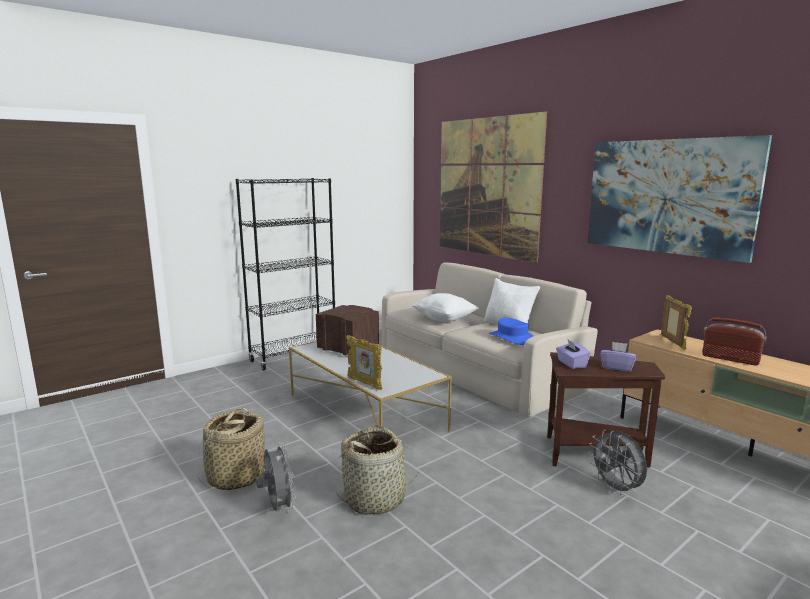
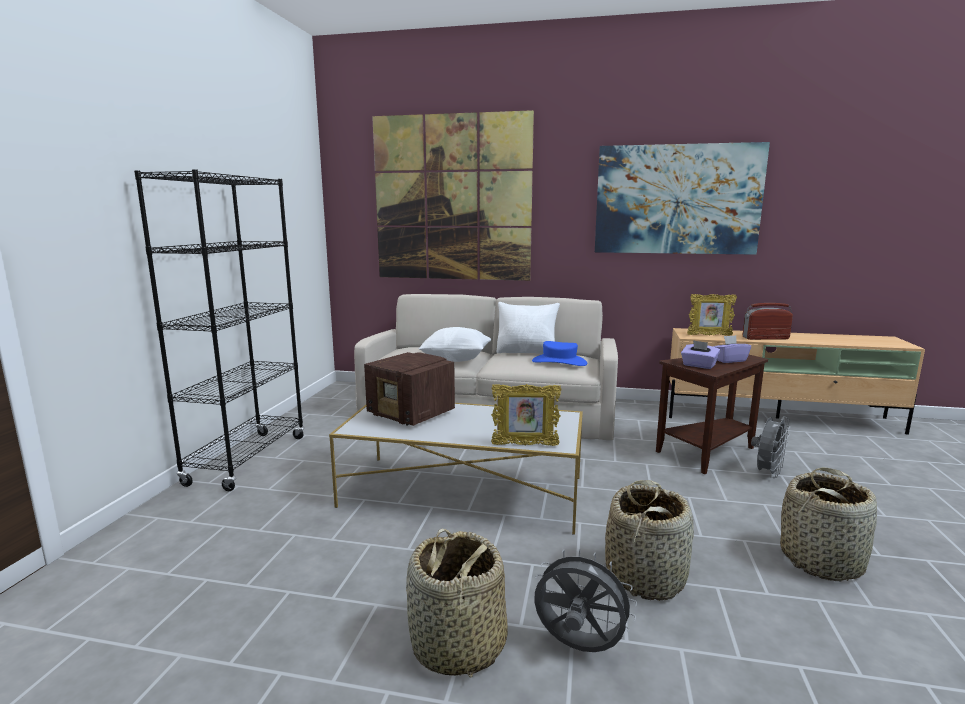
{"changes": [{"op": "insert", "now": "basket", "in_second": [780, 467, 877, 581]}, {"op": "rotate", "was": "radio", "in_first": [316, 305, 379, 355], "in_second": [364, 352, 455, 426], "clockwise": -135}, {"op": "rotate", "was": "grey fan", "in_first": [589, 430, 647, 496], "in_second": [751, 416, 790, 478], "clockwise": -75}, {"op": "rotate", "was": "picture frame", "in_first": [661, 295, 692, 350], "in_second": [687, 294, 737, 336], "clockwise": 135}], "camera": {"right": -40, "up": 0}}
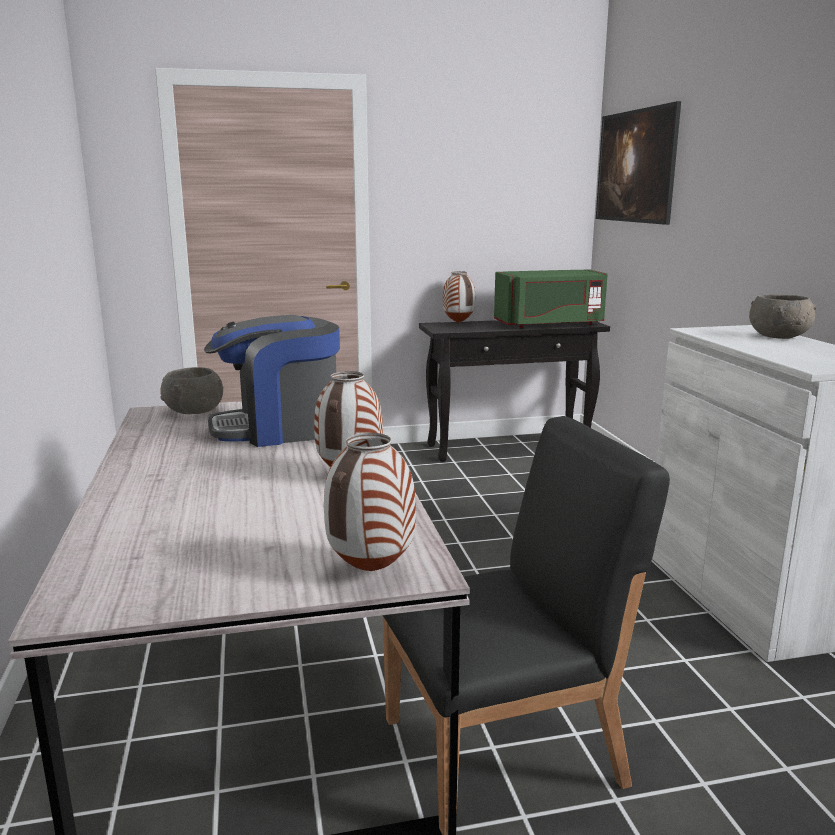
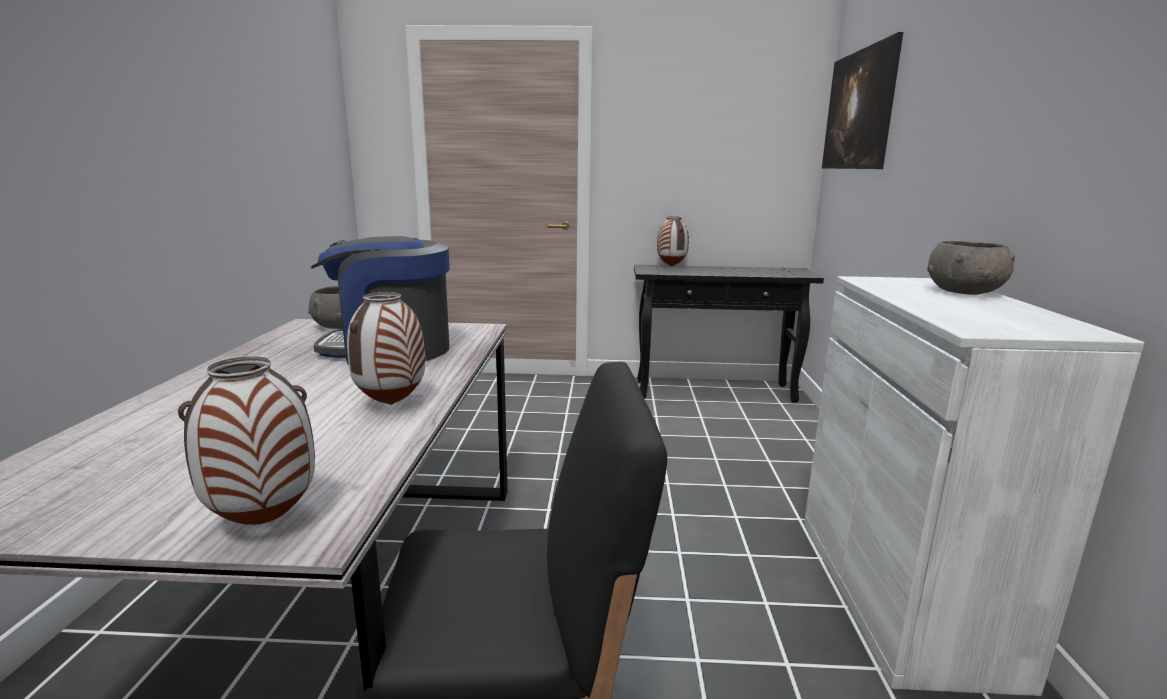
{"changes": [{"op": "delete", "was": "green microwave", "in_first": [494, 269, 608, 328]}], "camera": {"right": 15, "up": 0}}
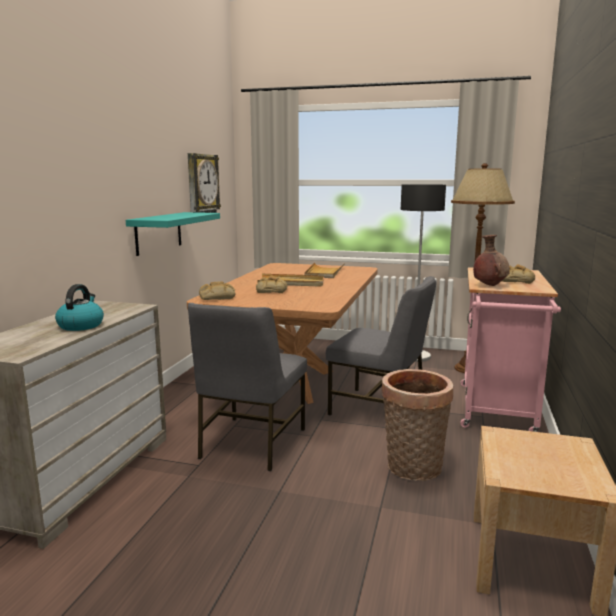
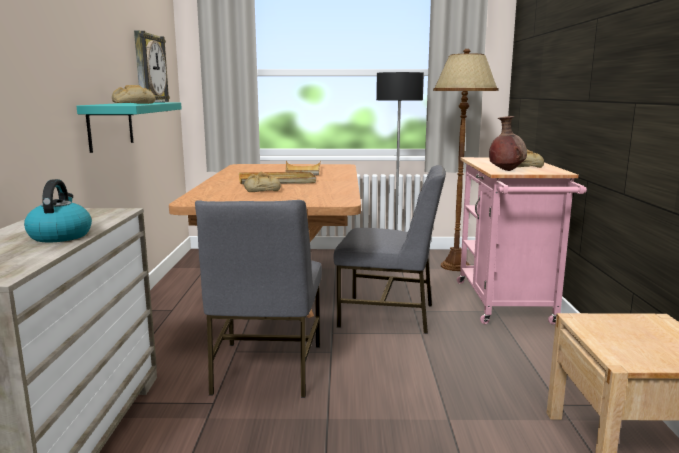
{"changes": [{"op": "delete", "was": "basket", "in_first": [382, 369, 453, 481]}, {"op": "move", "was": "bread", "in_first": [199, 281, 235, 300], "in_second": [112, 85, 156, 104]}], "camera": {"right": -15, "up": 0}}
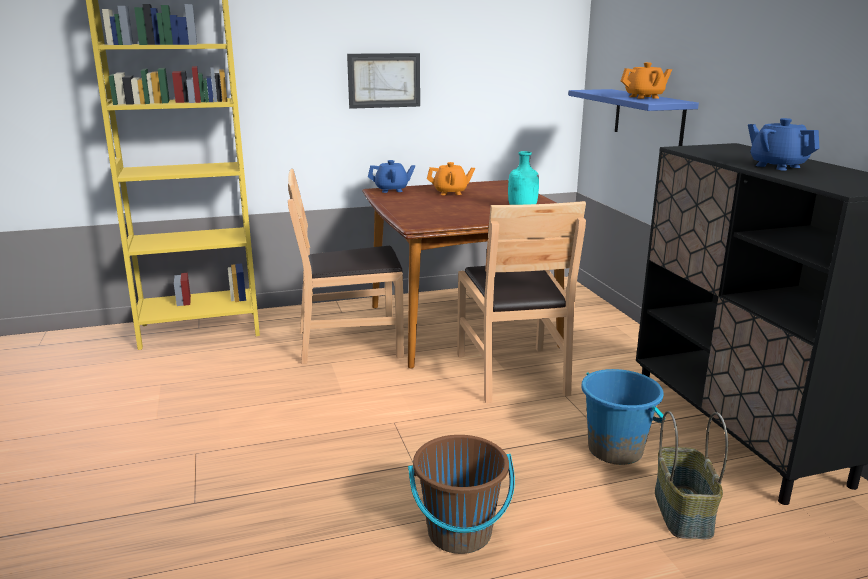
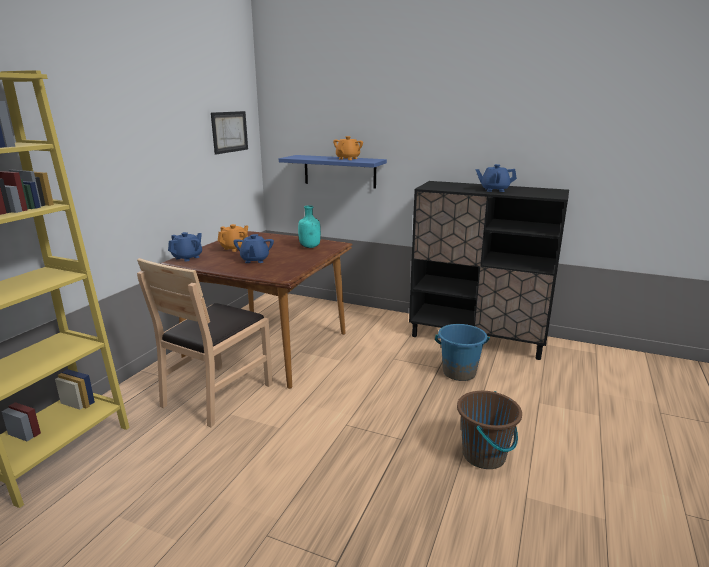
{"changes": [{"op": "delete", "was": "brown chair", "in_first": [457, 201, 586, 403]}, {"op": "delete", "was": "basket", "in_first": [655, 411, 728, 539]}, {"op": "insert", "now": "blue teapot", "in_second": [233, 234, 274, 263]}, {"op": "move", "was": "picture", "in_first": [347, 53, 420, 109], "in_second": [211, 111, 248, 154]}], "camera": {"right": -50, "up": 0}}
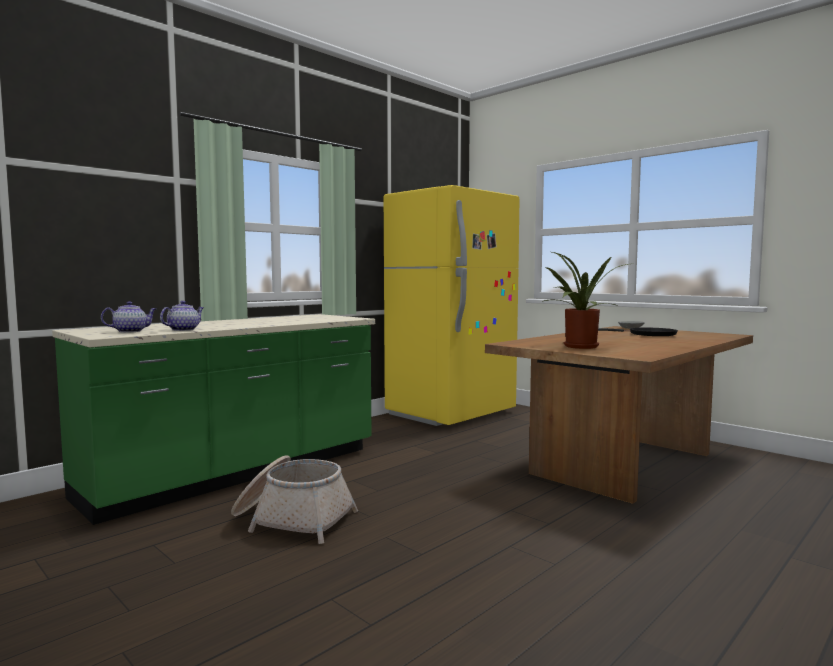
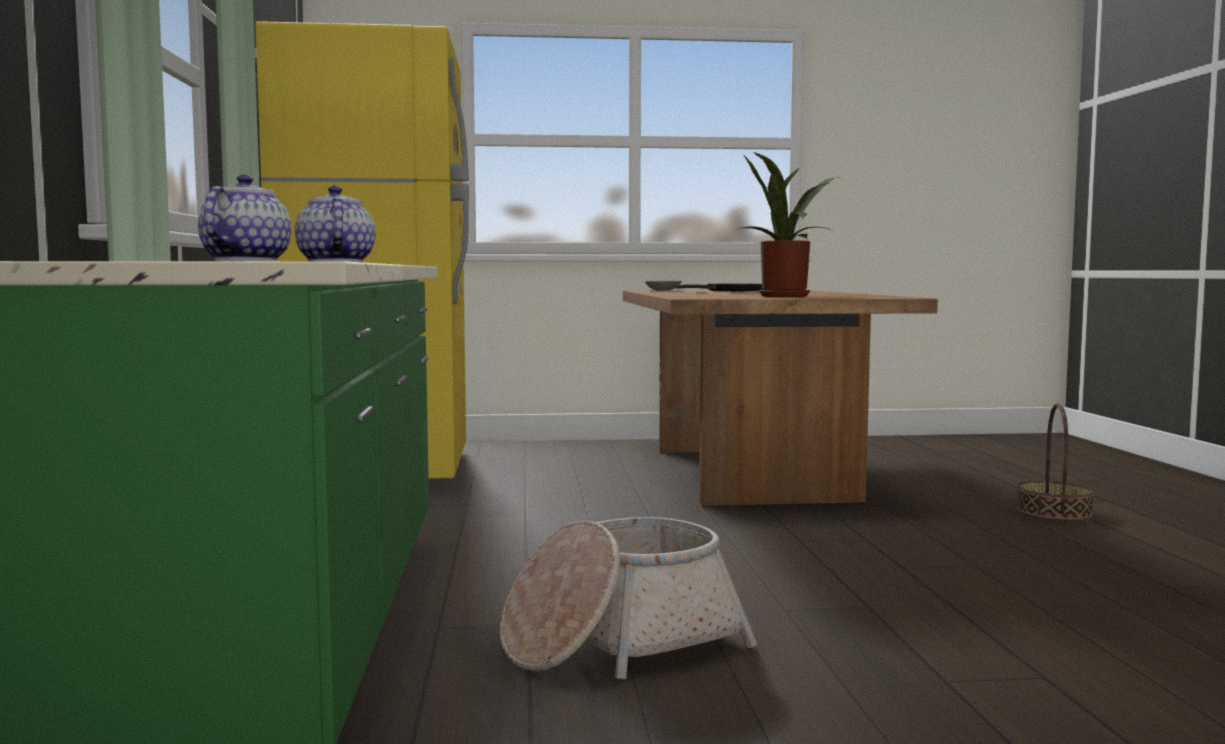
{"changes": [{"op": "insert", "now": "basket", "in_second": [1016, 403, 1094, 521]}], "camera": {"right": -50, "up": 0}}
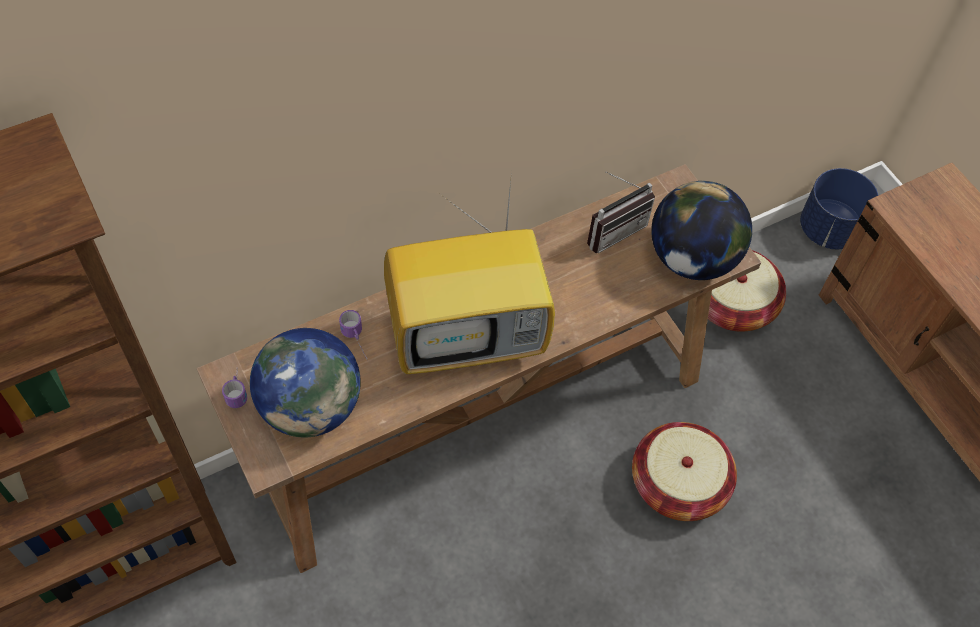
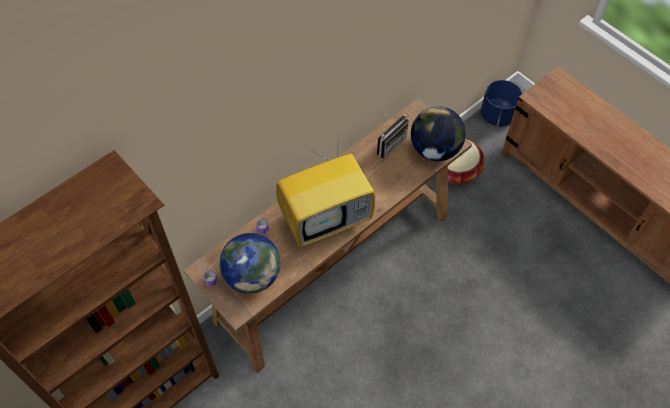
{"changes": [{"op": "delete", "was": "basket", "in_first": [632, 422, 737, 521]}], "camera": {"right": -10, "up": 0}}
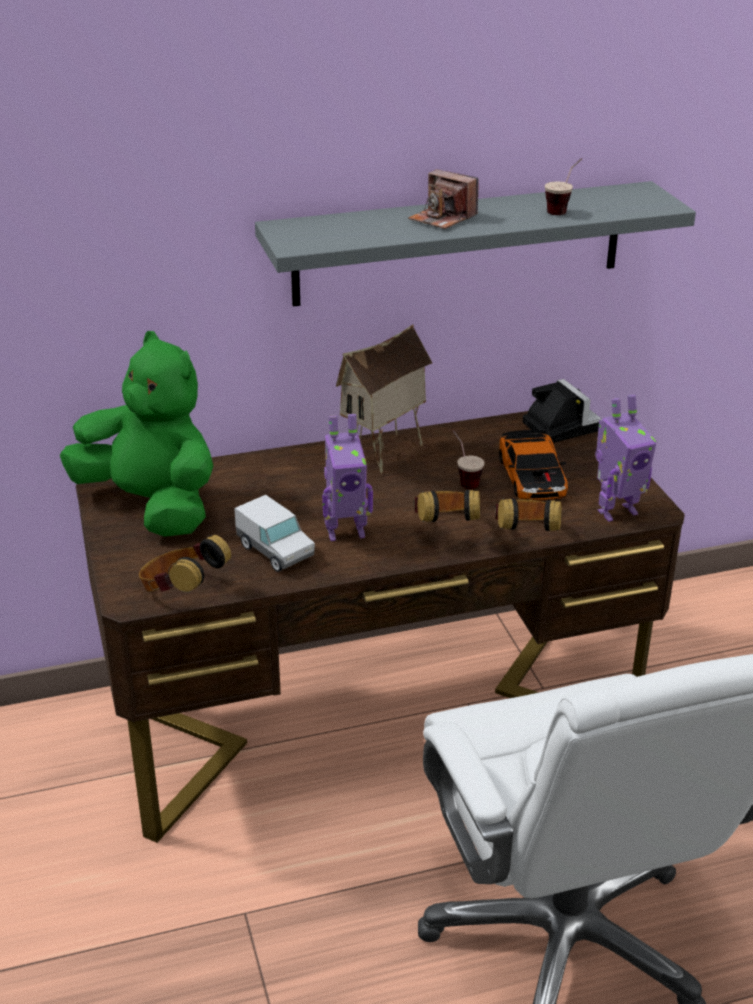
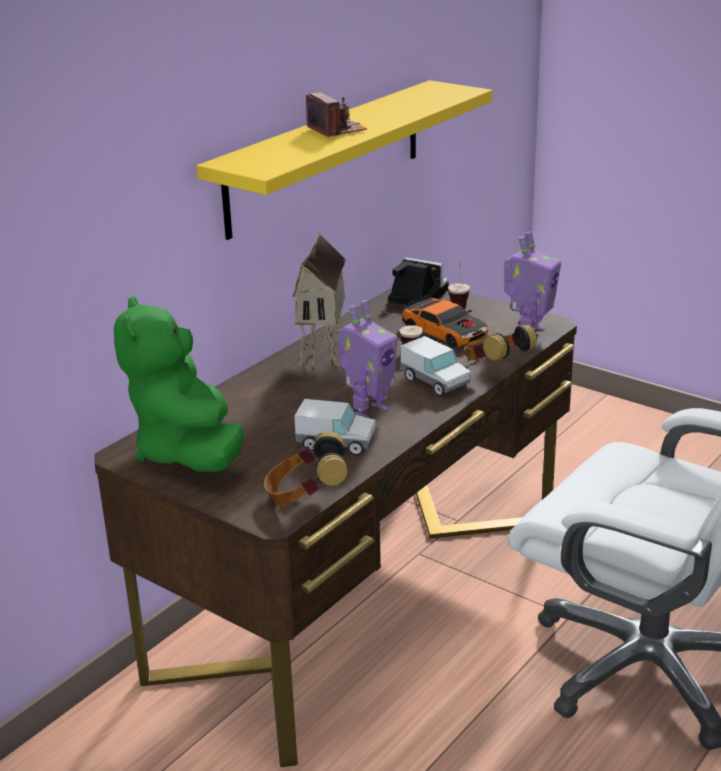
{"changes": [{"op": "move", "was": "cup", "in_first": [545, 158, 582, 215], "in_second": [448, 262, 470, 309]}, {"op": "replace", "was": "headphones", "now": "toy truck", "in_first": [413, 489, 480, 522], "in_second": [401, 336, 471, 396]}, {"op": "recolor", "was": "grey shelf", "now": "yellow shelf", "in_first": [255, 181, 696, 306], "in_second": [196, 80, 493, 240]}, {"op": "rotate", "was": "green plush toy", "in_first": [60, 331, 213, 537], "in_second": [114, 296, 244, 472], "clockwise": -105}, {"op": "rotate", "was": "photo camera", "in_first": [408, 169, 479, 229], "in_second": [306, 92, 367, 137], "clockwise": -120}], "camera": {"right": -35, "up": -5}}
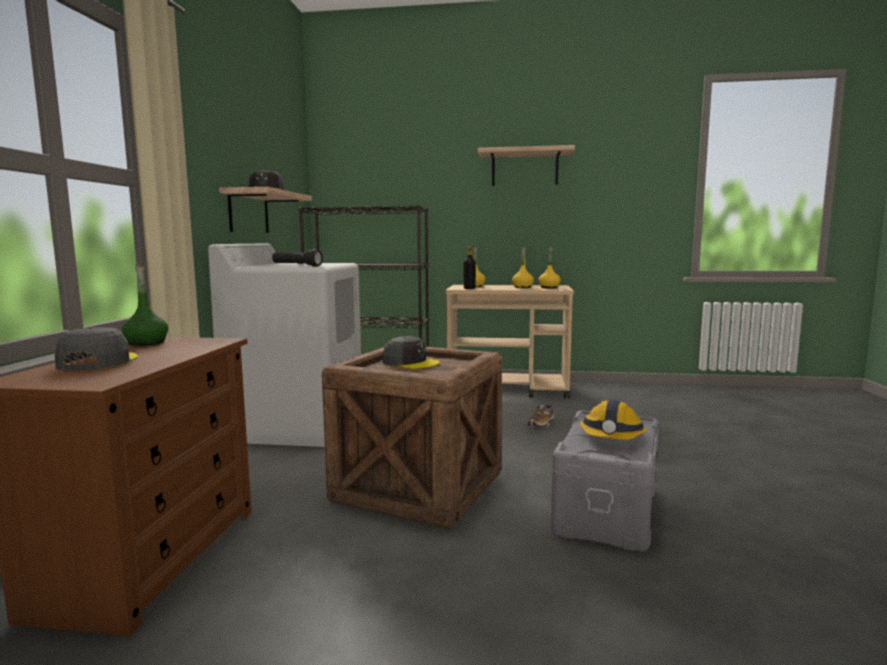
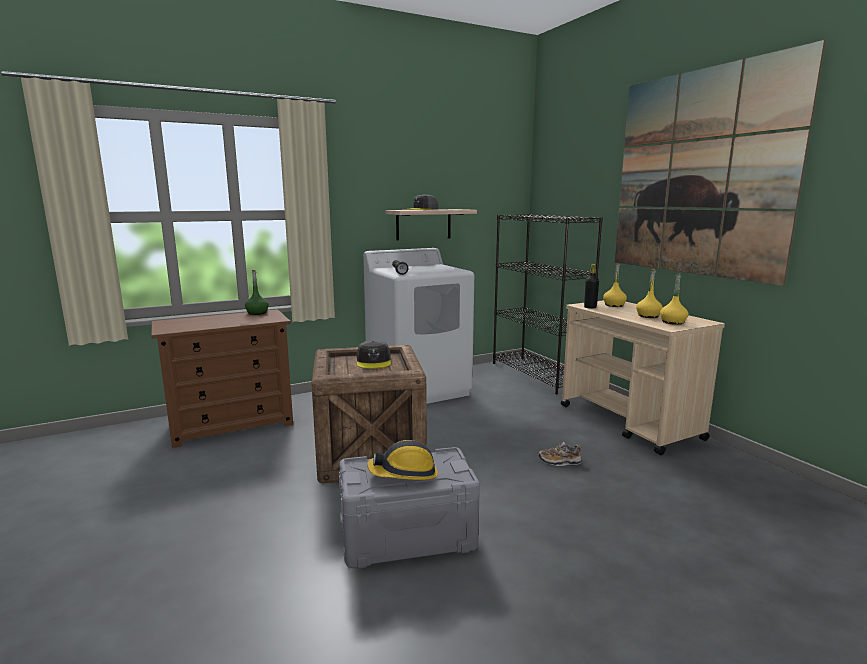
{"changes": [{"op": "delete", "was": "grey cap", "in_first": [55, 327, 138, 371]}, {"op": "replace", "was": "shelf", "now": "picture", "in_first": [478, 145, 575, 186], "in_second": [614, 40, 826, 286]}], "camera": {"right": 55, "up": 5}}
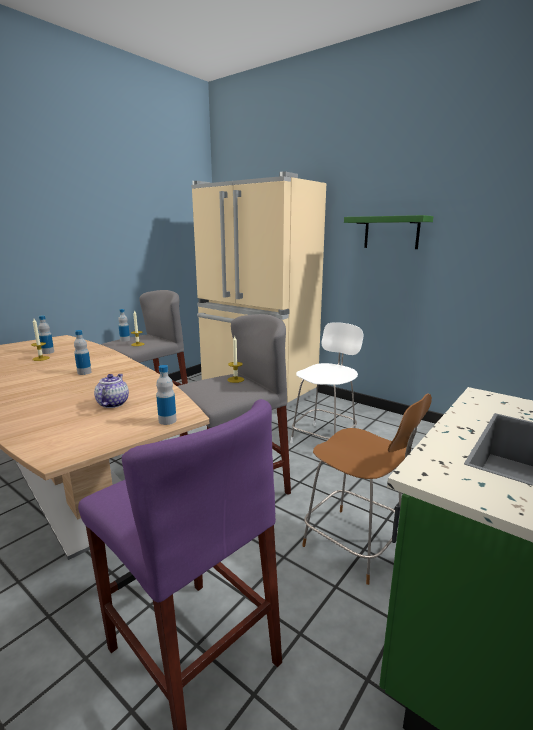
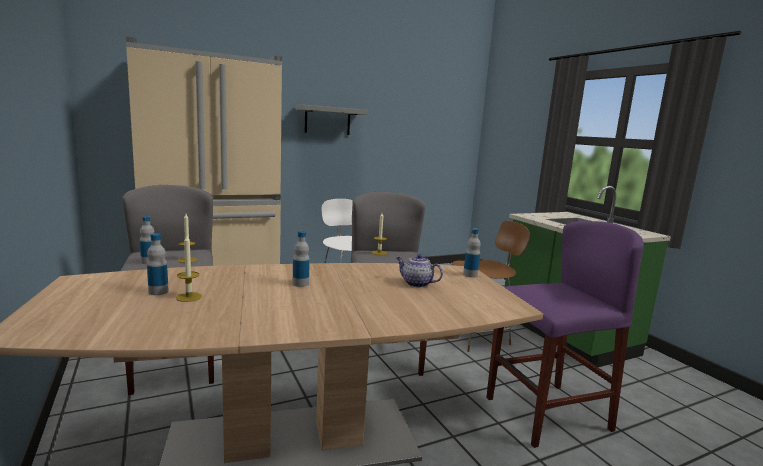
{"changes": [{"op": "recolor", "was": "green shelf", "now": "grey shelf", "in_first": [344, 215, 433, 249], "in_second": [295, 105, 368, 135]}], "camera": {"right": -65, "up": -5}}
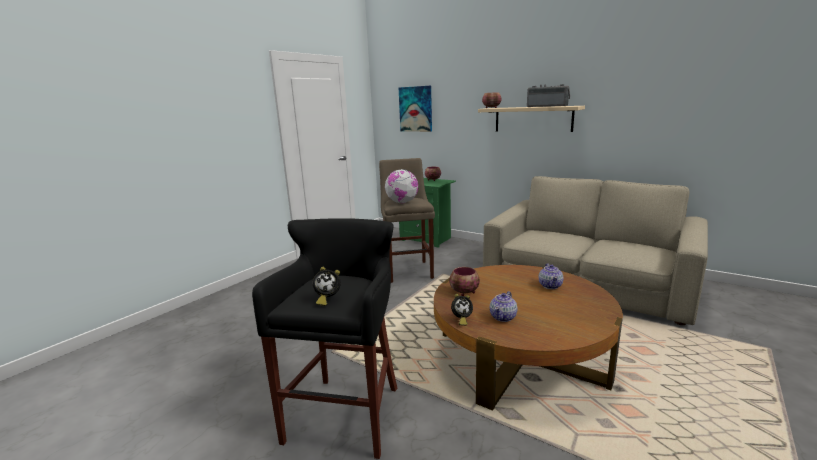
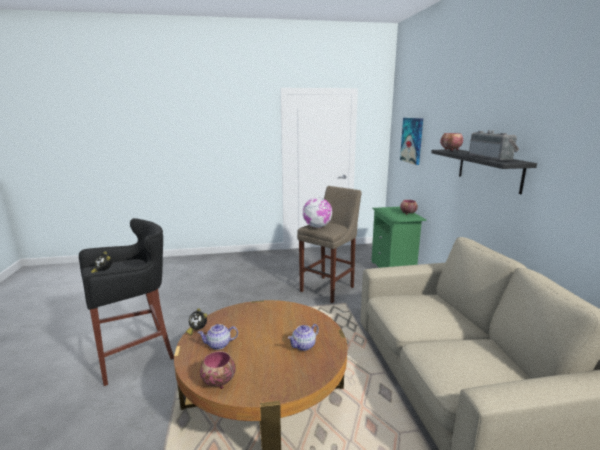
{"changes": [{"op": "move", "was": "bowl", "in_first": [449, 267, 480, 296], "in_second": [200, 351, 236, 389]}, {"op": "recolor", "was": "beige shelf", "now": "black shelf", "in_first": [478, 106, 585, 132], "in_second": [431, 149, 537, 194]}], "camera": {"right": 45, "up": 0}}
